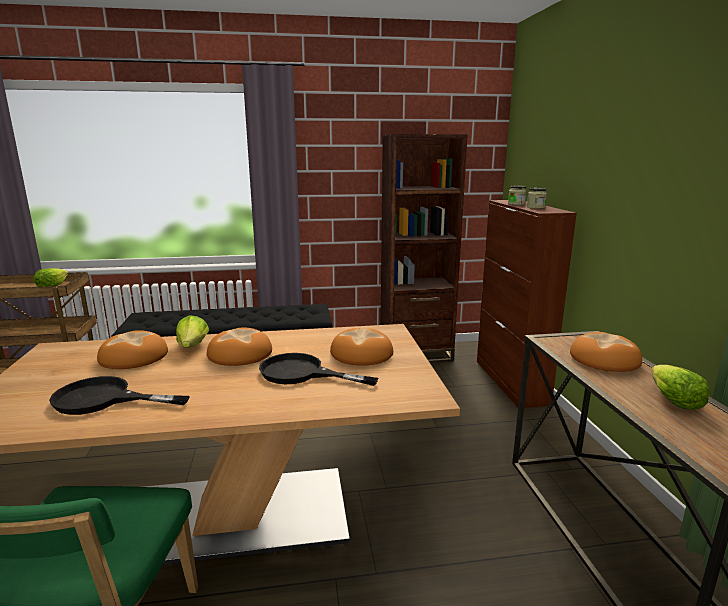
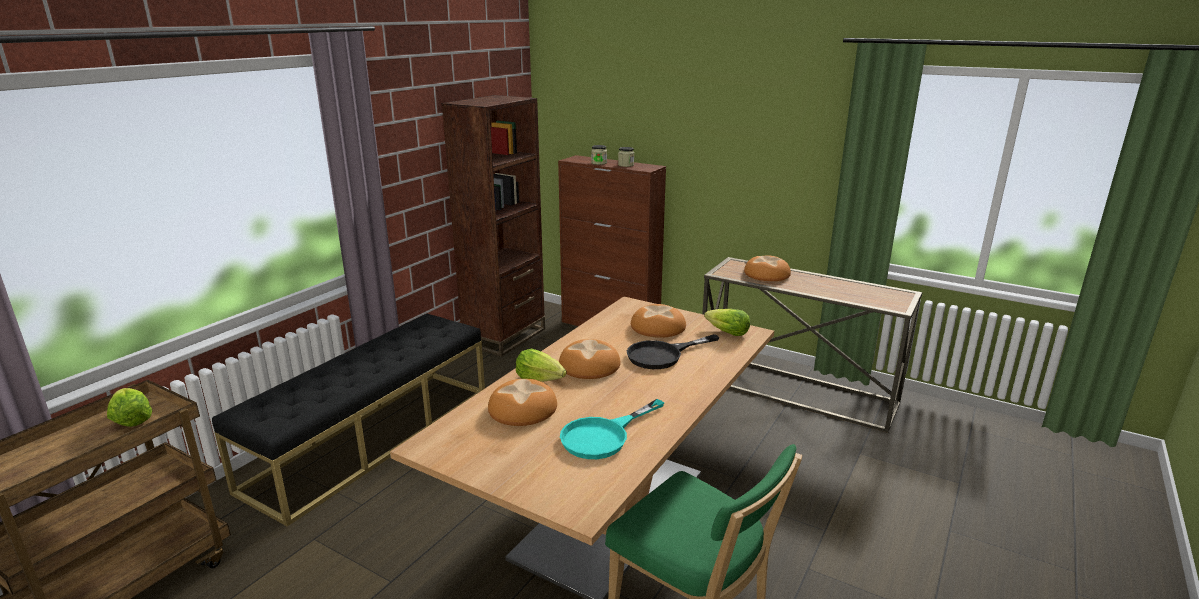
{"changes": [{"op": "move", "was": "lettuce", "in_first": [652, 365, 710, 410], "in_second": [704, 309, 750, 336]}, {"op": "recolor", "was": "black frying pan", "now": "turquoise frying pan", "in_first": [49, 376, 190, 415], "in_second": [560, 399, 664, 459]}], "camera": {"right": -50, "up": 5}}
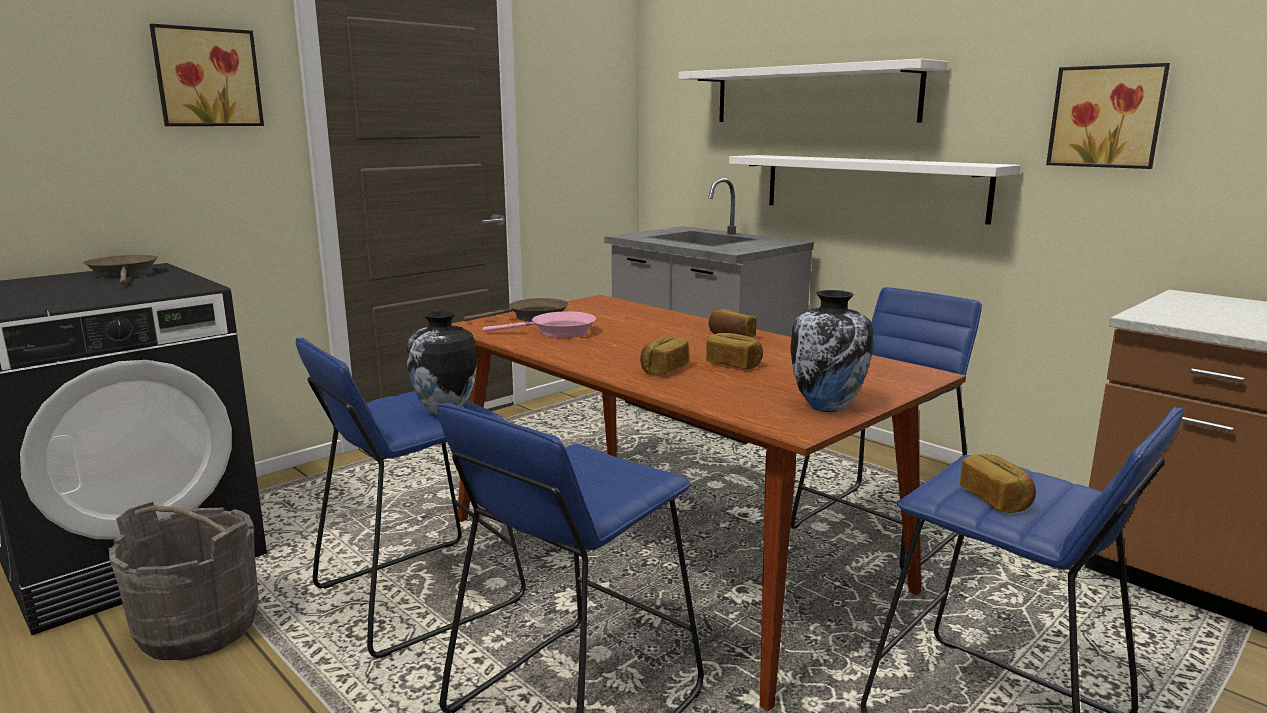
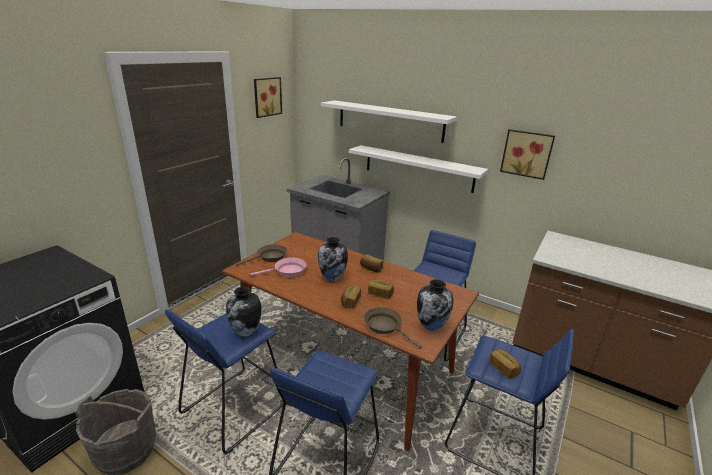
{"changes": [{"op": "insert", "now": "vase", "in_second": [318, 237, 348, 282]}, {"op": "move", "was": "brown frying pan", "in_first": [84, 255, 158, 285], "in_second": [364, 307, 422, 348]}, {"op": "move", "was": "picture", "in_first": [149, 24, 264, 126], "in_second": [254, 77, 282, 118]}], "camera": {"right": -15, "up": 10}}
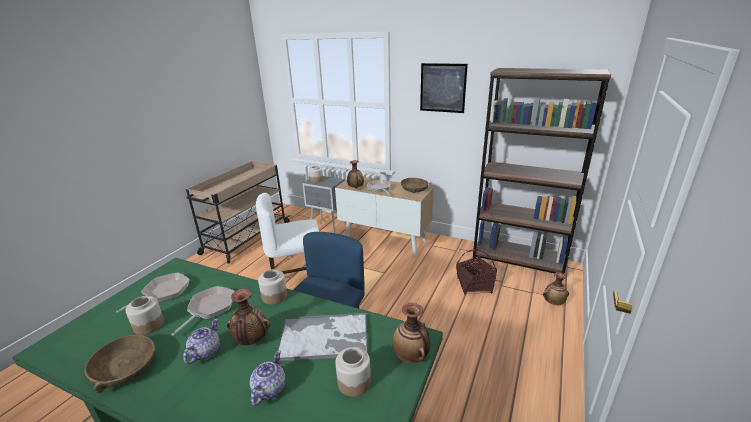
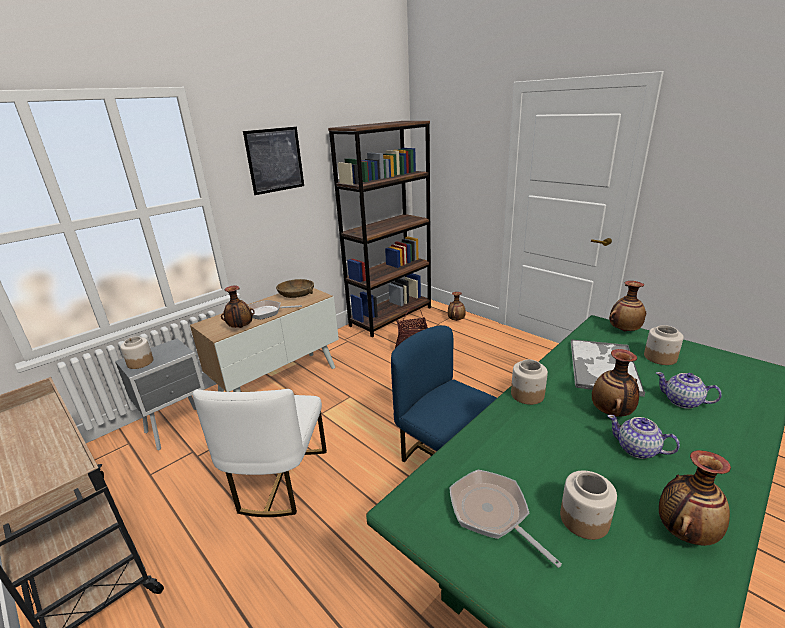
{"changes": [{"op": "delete", "was": "frying pan", "in_first": [171, 286, 234, 336]}, {"op": "replace", "was": "brown bowl", "now": "vase", "in_first": [84, 334, 156, 393], "in_second": [659, 450, 731, 546]}], "camera": {"right": -70, "up": 0}}
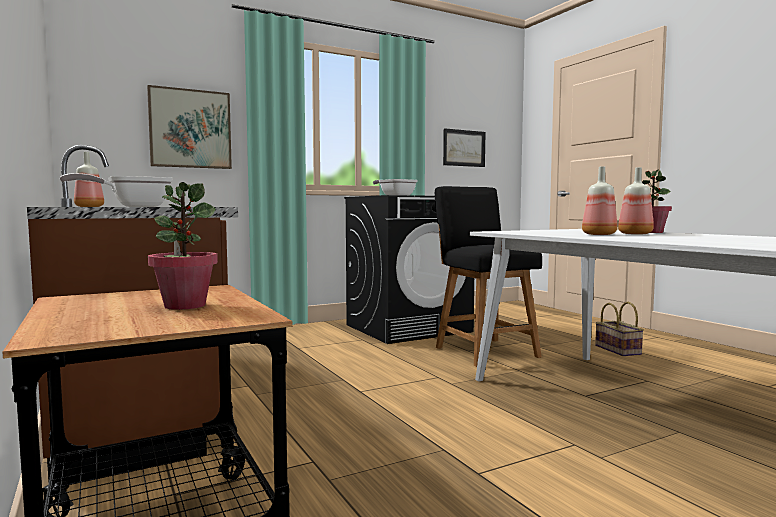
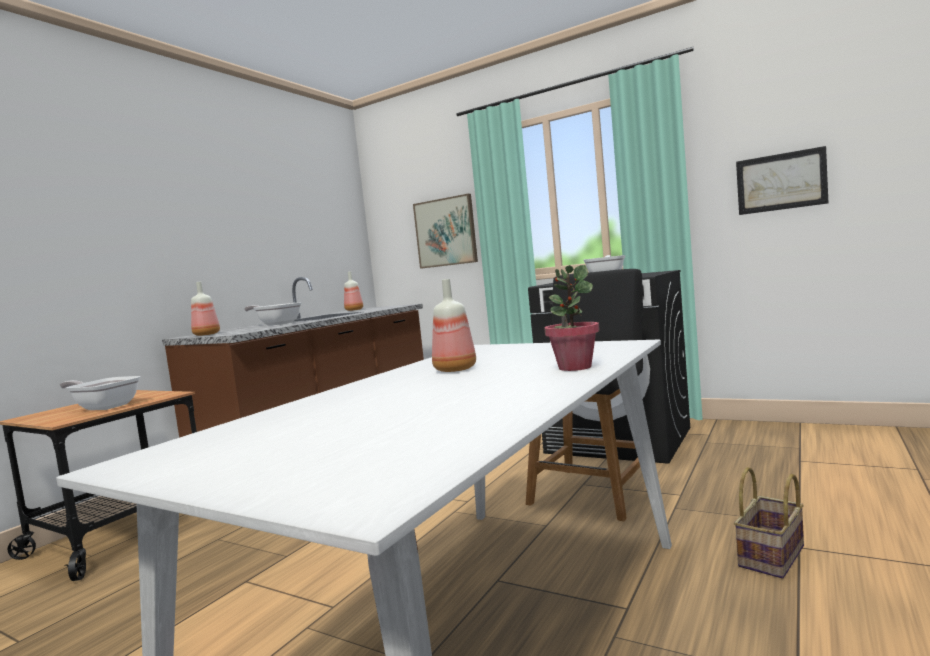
{"changes": [{"op": "move", "was": "bottle", "in_first": [618, 167, 654, 235], "in_second": [191, 282, 220, 336]}, {"op": "replace", "was": "potted plant", "now": "frying pan", "in_first": [148, 182, 218, 310], "in_second": [60, 376, 140, 410]}], "camera": {"right": 60, "up": 0}}
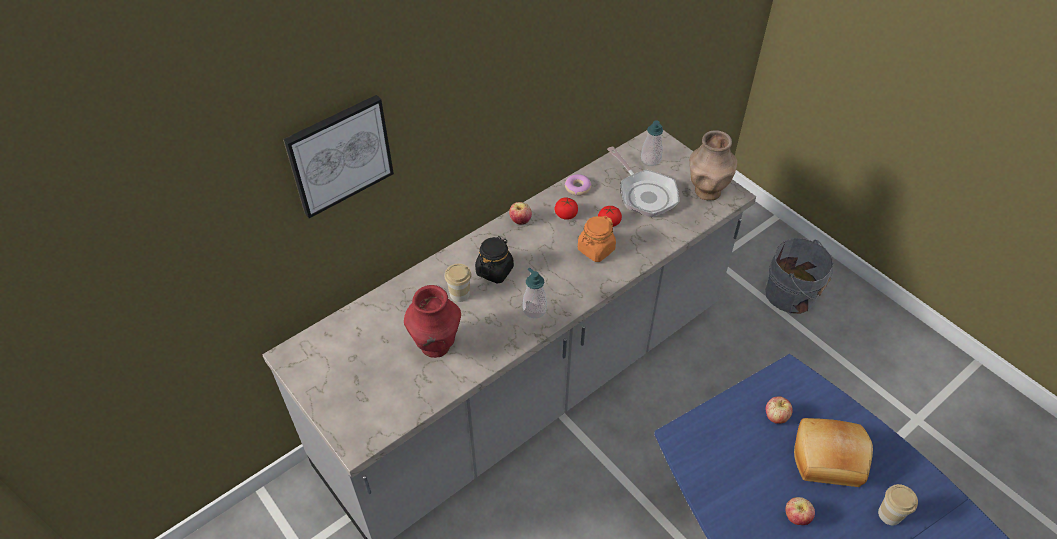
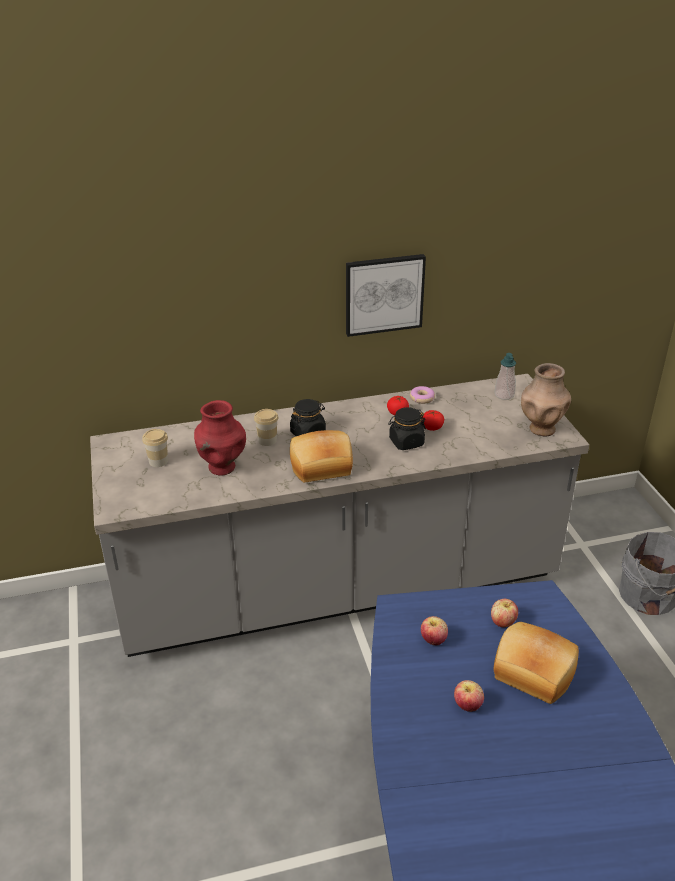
{"changes": [{"op": "delete", "was": "frying pan", "in_first": [607, 147, 679, 217]}, {"op": "move", "was": "picture", "in_first": [283, 95, 394, 218], "in_second": [346, 254, 426, 337]}, {"op": "move", "was": "apple", "in_first": [509, 202, 532, 225], "in_second": [421, 616, 448, 645]}, {"op": "move", "was": "cup", "in_first": [878, 484, 918, 525], "in_second": [142, 429, 168, 467]}, {"op": "replace", "was": "soap dispenser", "now": "bread", "in_first": [523, 268, 547, 318], "in_second": [290, 430, 353, 482]}, {"op": "recolor", "was": "orange jar", "now": "black jar", "in_first": [578, 216, 616, 262], "in_second": [388, 407, 426, 450]}], "camera": {"right": 25, "up": -15}}
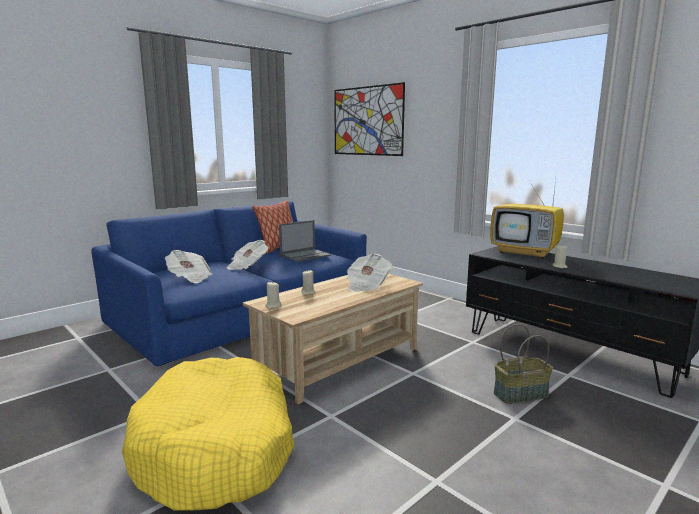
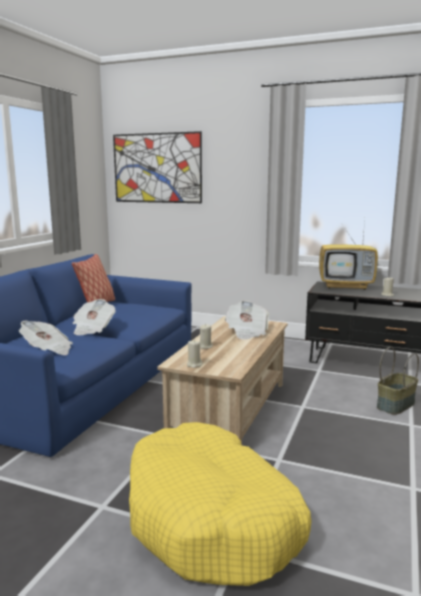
{"changes": [{"op": "delete", "was": "laptop", "in_first": [279, 220, 331, 262]}], "camera": {"right": -25, "up": 0}}
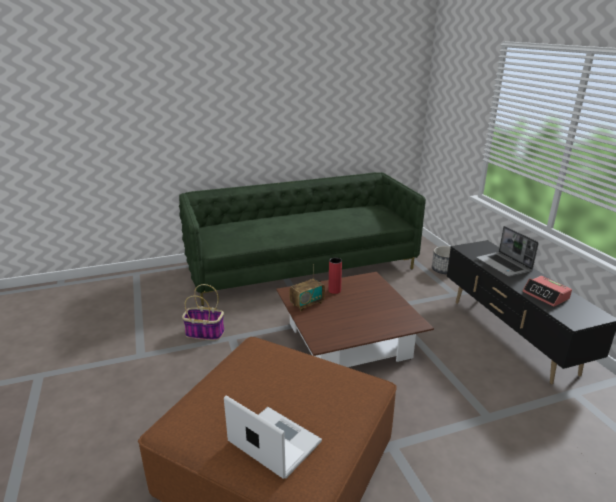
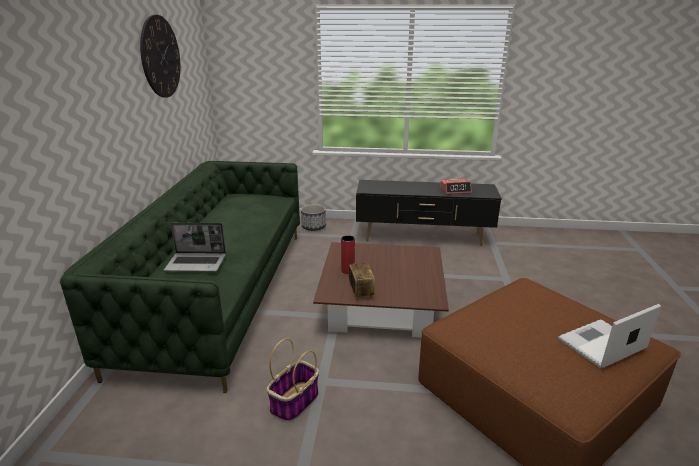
{"changes": [{"op": "insert", "now": "wall clock", "in_second": [140, 15, 180, 98]}, {"op": "move", "was": "laptop", "in_first": [476, 226, 539, 277], "in_second": [164, 223, 226, 271]}], "camera": {"right": -65, "up": 0}}
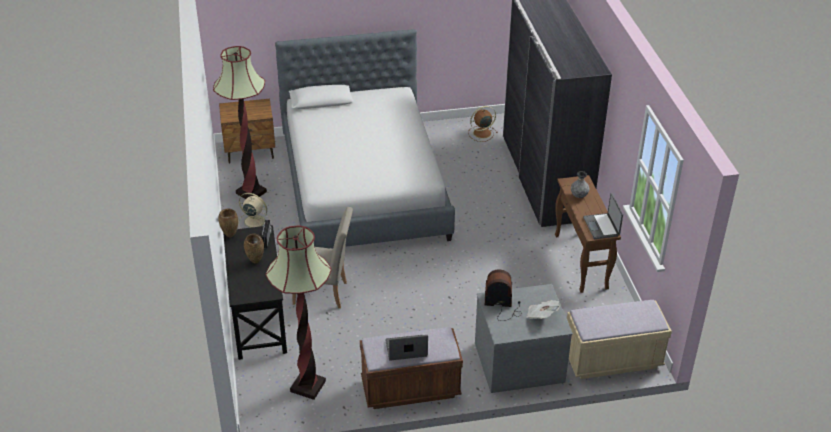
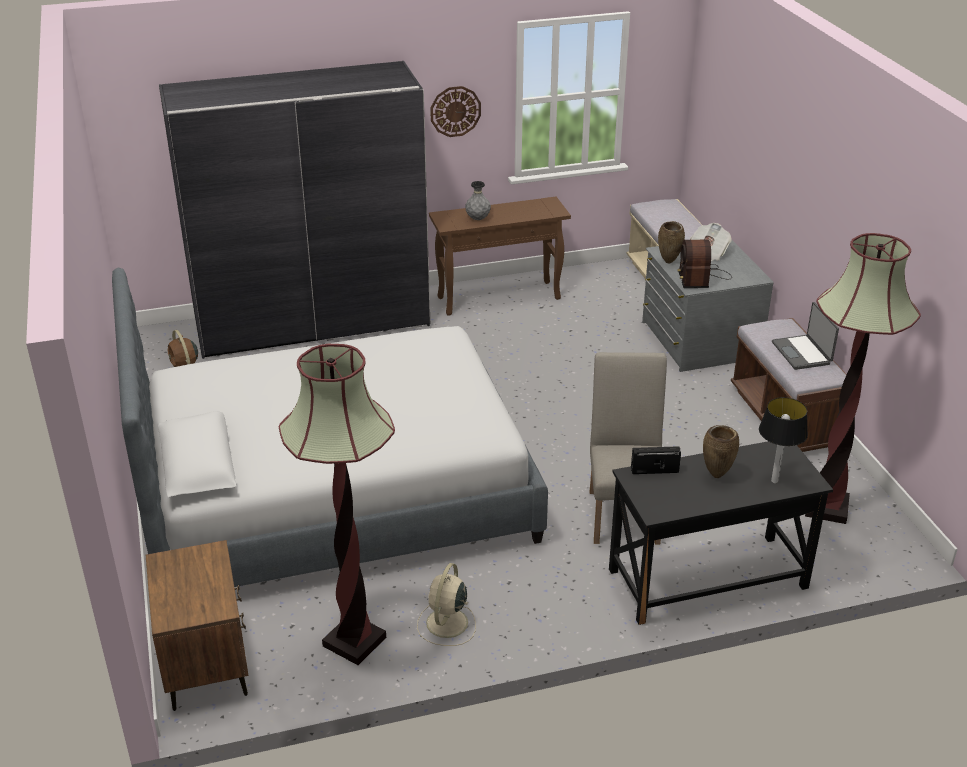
{"changes": [{"op": "delete", "was": "laptop", "in_first": [583, 193, 623, 239]}, {"op": "insert", "now": "wall clock", "in_second": [430, 86, 481, 137]}, {"op": "insert", "now": "table lamp", "in_second": [759, 397, 808, 483]}, {"op": "move", "was": "brown vase", "in_first": [218, 208, 238, 238], "in_second": [658, 221, 685, 264]}], "camera": {"right": -95, "up": -5}}
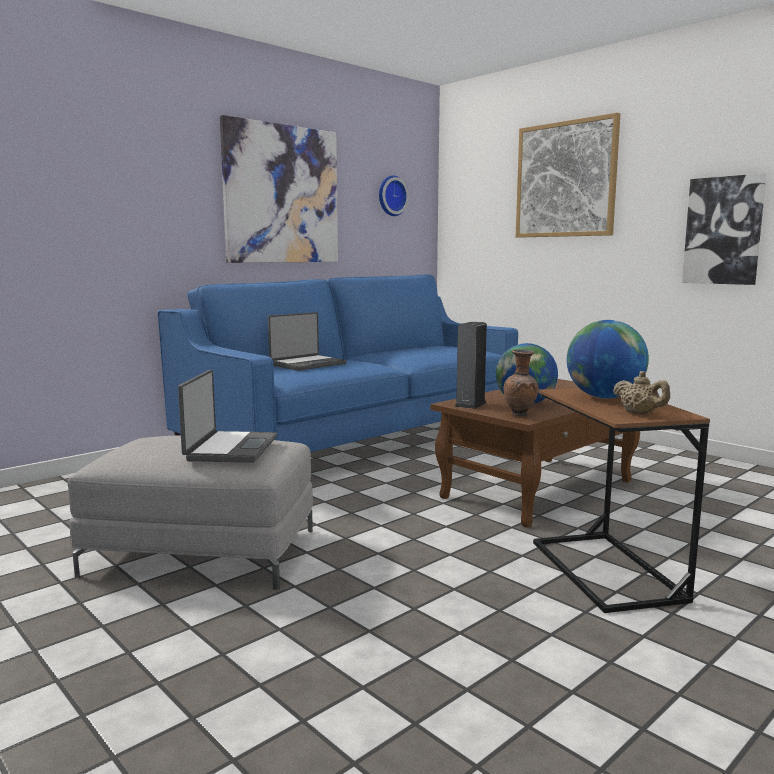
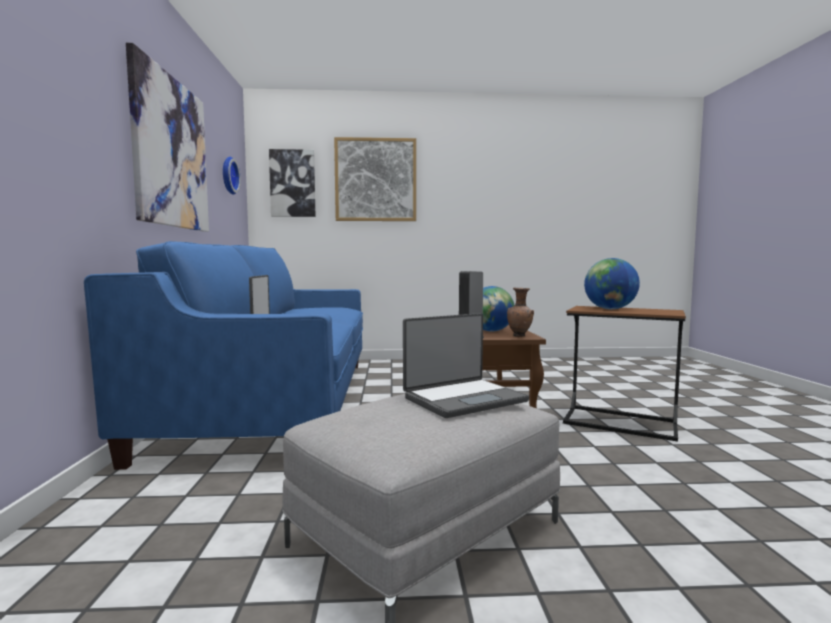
{"changes": [{"op": "delete", "was": "beige teapot", "in_first": [613, 371, 670, 414]}, {"op": "move", "was": "picture", "in_first": [682, 173, 767, 285], "in_second": [269, 149, 316, 217]}, {"op": "rotate", "was": "laptop", "in_first": [178, 370, 277, 463], "in_second": [403, 313, 529, 418], "clockwise": 105}], "camera": {"right": -50, "up": -5}}
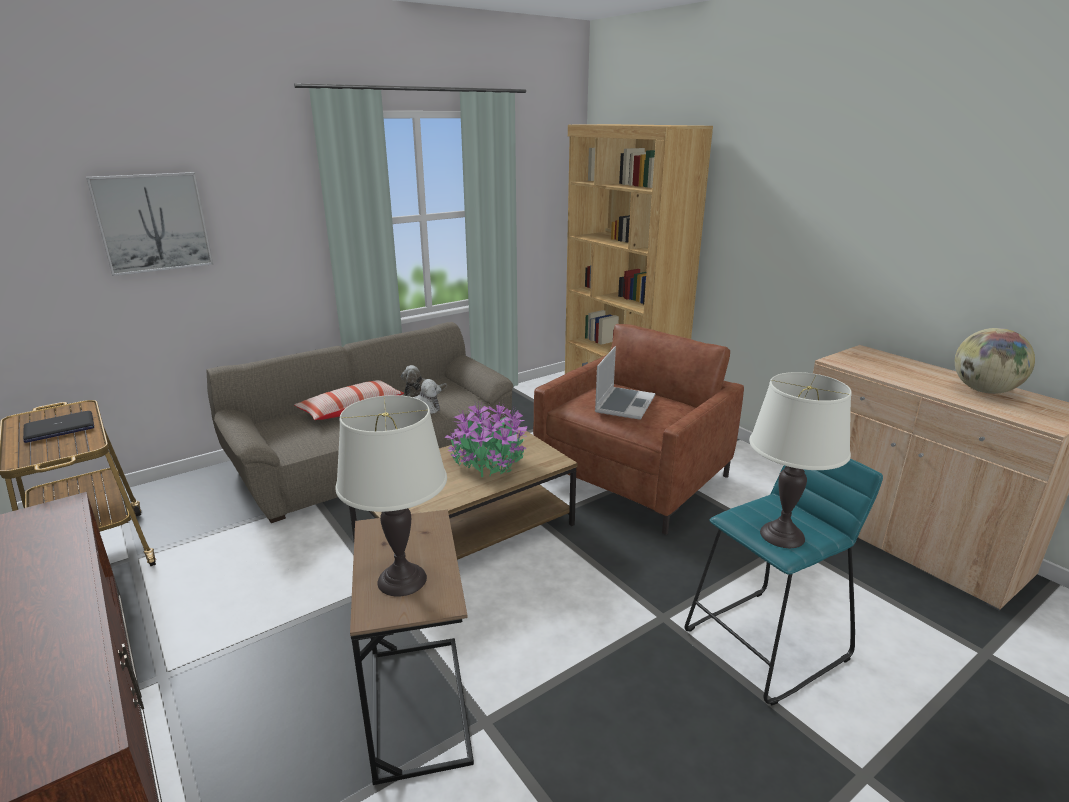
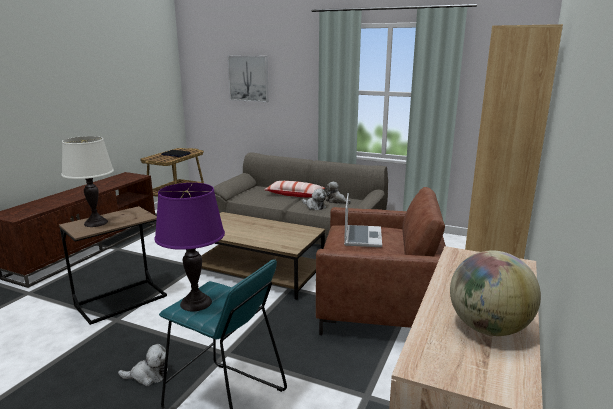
{"changes": [{"op": "delete", "was": "potted plant", "in_first": [445, 401, 528, 477]}, {"op": "insert", "now": "plush toy", "in_second": [118, 344, 168, 386]}, {"op": "recolor", "was": "white table lamp", "now": "purple table lamp", "in_first": [749, 372, 852, 548], "in_second": [155, 183, 225, 311]}, {"op": "rotate", "was": "laptop", "in_first": [595, 346, 655, 420], "in_second": [344, 193, 382, 247], "clockwise": -75}], "camera": {"right": 60, "up": -5}}
